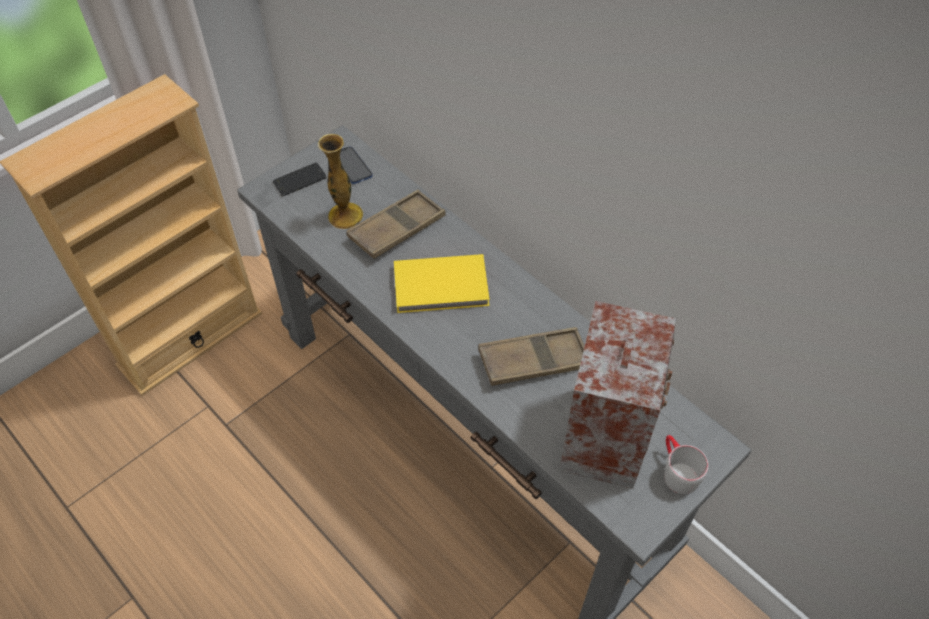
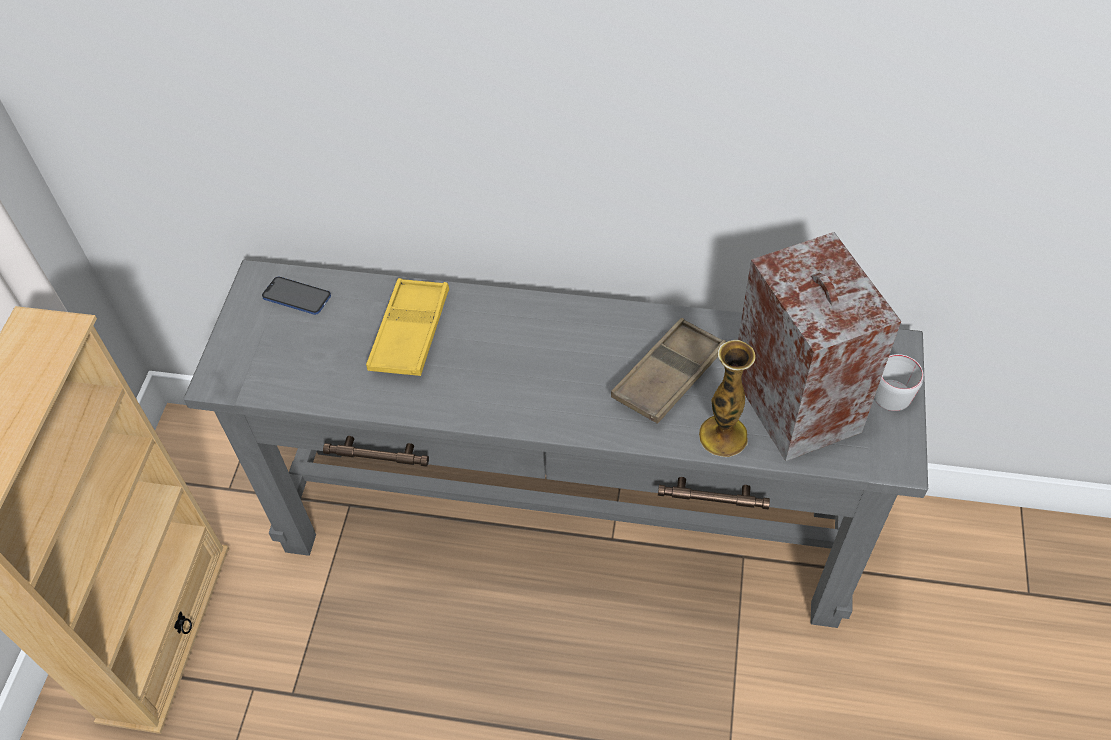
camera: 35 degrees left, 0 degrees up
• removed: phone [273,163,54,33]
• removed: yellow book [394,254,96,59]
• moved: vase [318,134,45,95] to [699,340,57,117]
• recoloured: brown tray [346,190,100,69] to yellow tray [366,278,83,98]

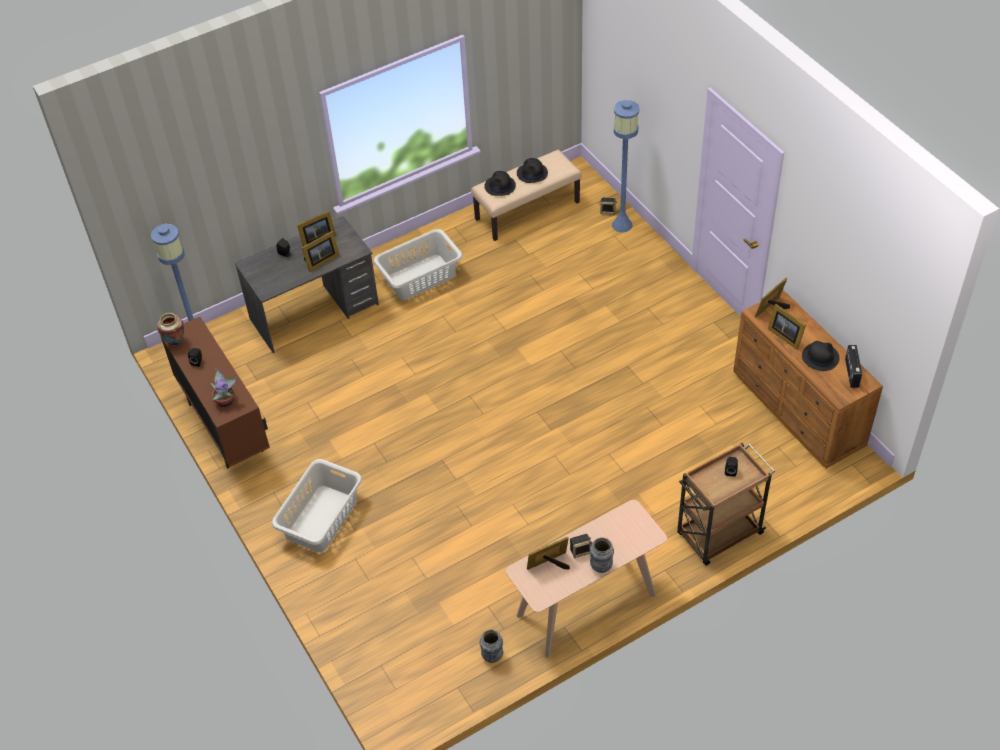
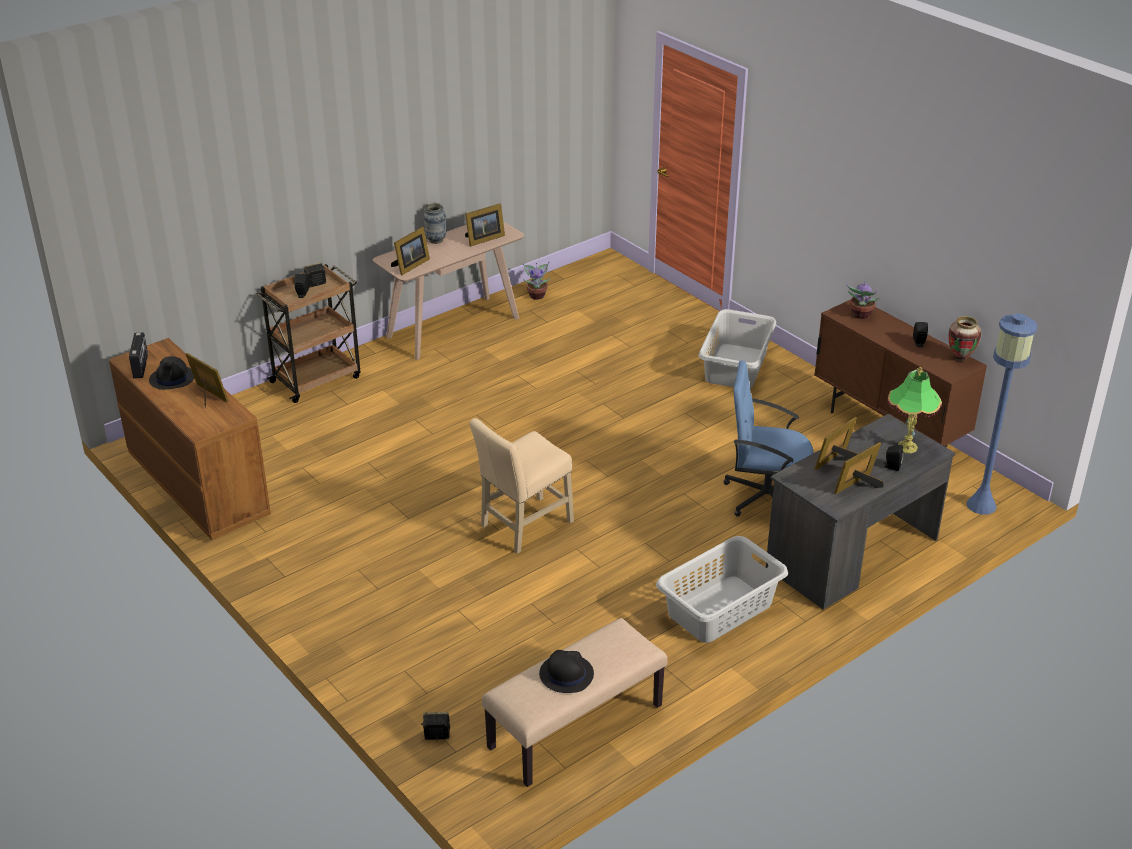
camera: 170 degrees right, 15 degrees down
• removed: black hat [484,171,32,25]
• removed: blue floor lamp [612,100,28,133]
• added: beige chair [469,418,105,136]
• added: blue office chair [723,361,90,156]
• added: table lamp [888,367,54,86]
• moved: speaker [570,534,22,24] to [303,262,23,25]
• moved: picture frame [755,278,35,40] to [391,227,39,48]
• replaced: vase [480,629,23,34] to potted plant [523,262,28,38]

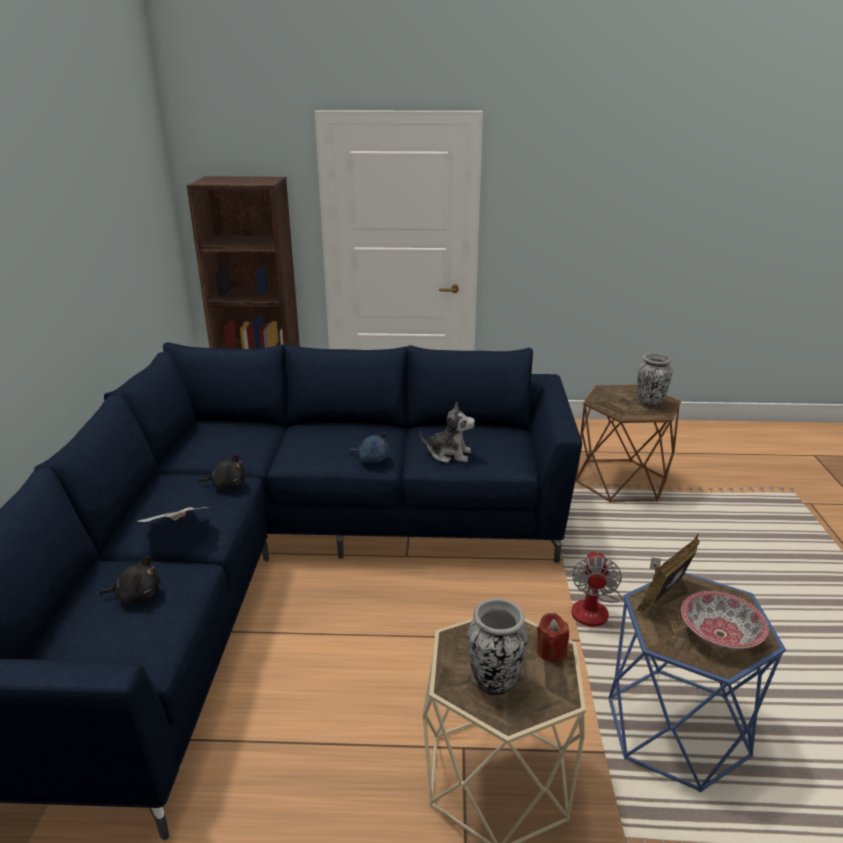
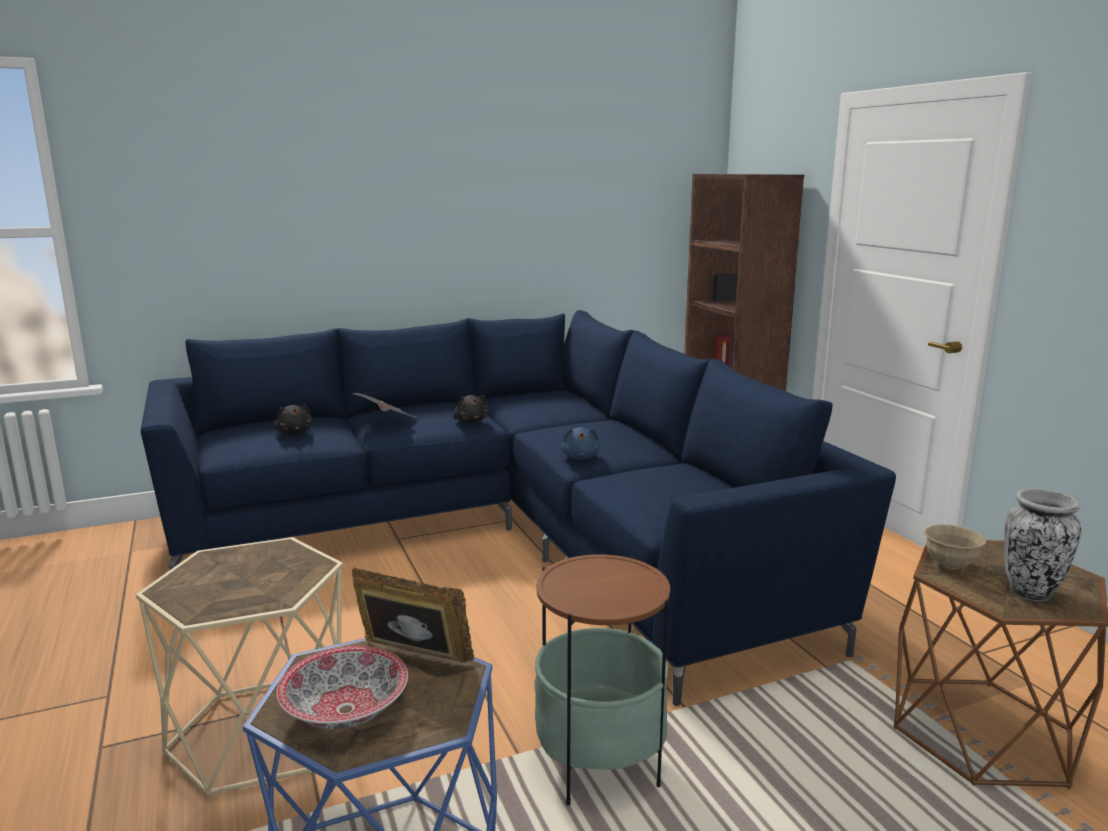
camera: 65 degrees right, 10 degrees down
• removed: plush toy [420,402,55,61]
• removed: vase [467,598,61,97]
• removed: red candle [537,613,32,49]
• added: beige bowl [924,524,62,45]
• replaced: fan [571,551,90,75] to side table [535,554,135,251]

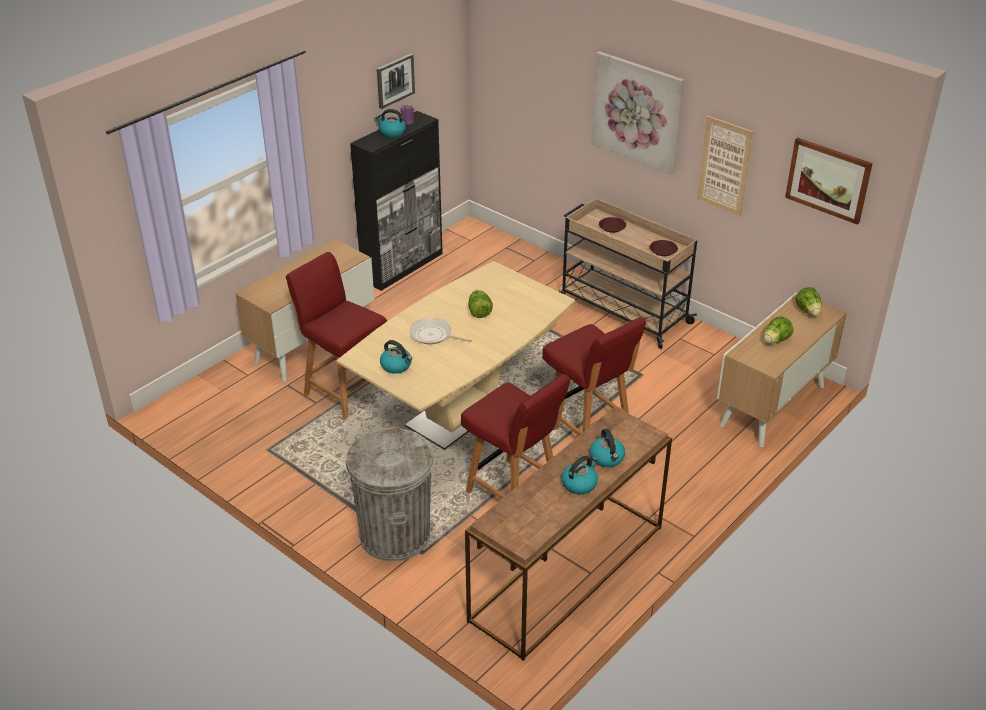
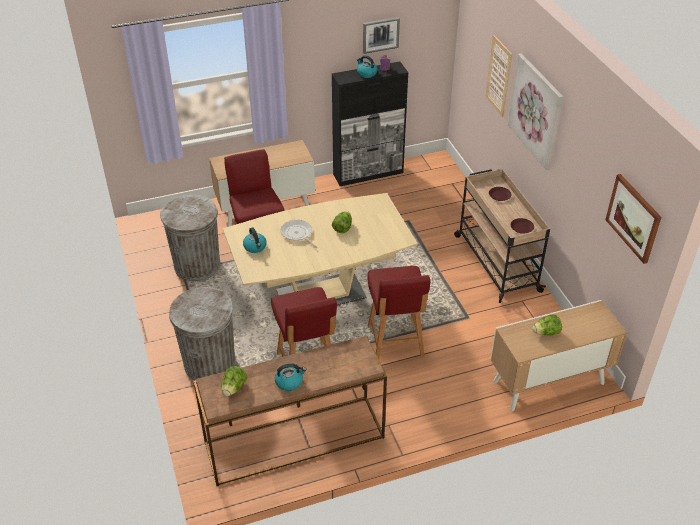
camera: 30 degrees right, 5 degrees up
• removed: kettle [590,429,35,38]
• added: grey trash can [160,195,60,86]
• moved: picture [697,116,57,100] to [485,35,27,82]
• moved: lettuce [796,287,26,29] to [222,366,25,30]

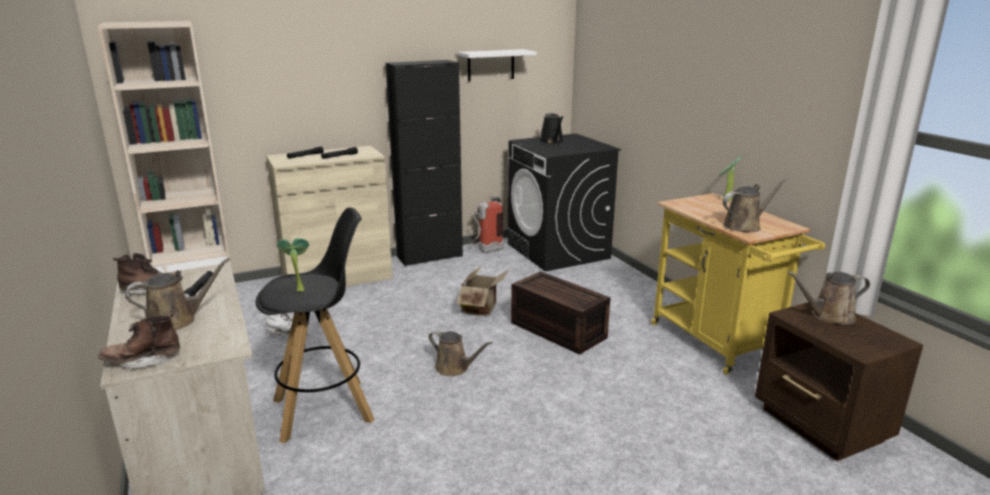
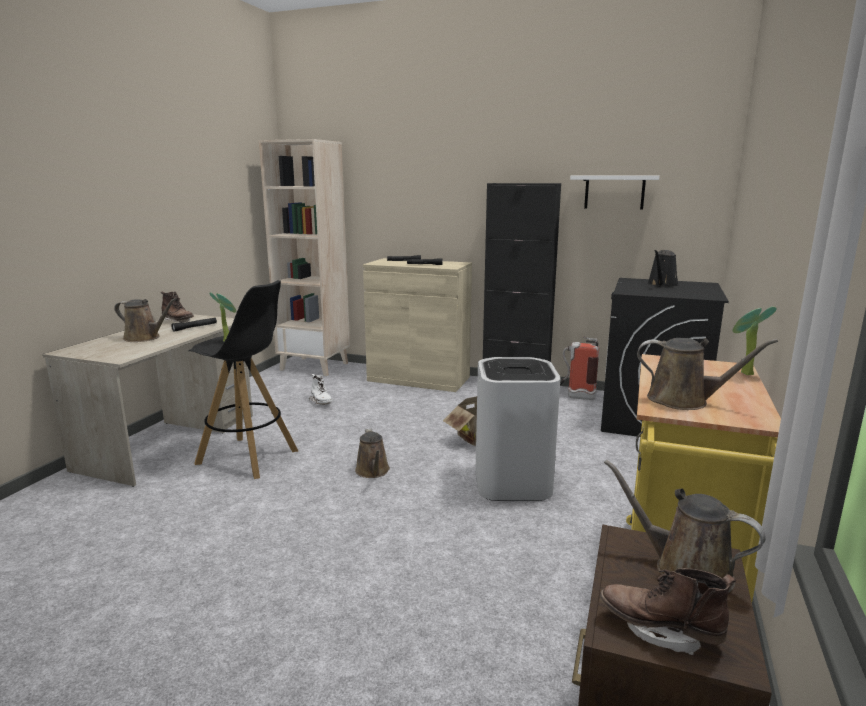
camera: 45 degrees right, 5 degrees down
• moved: brown boot [98,312,82,57] to [600,568,136,87]
• replaced: brown storage box [511,271,99,84] to white trash can [475,357,86,144]

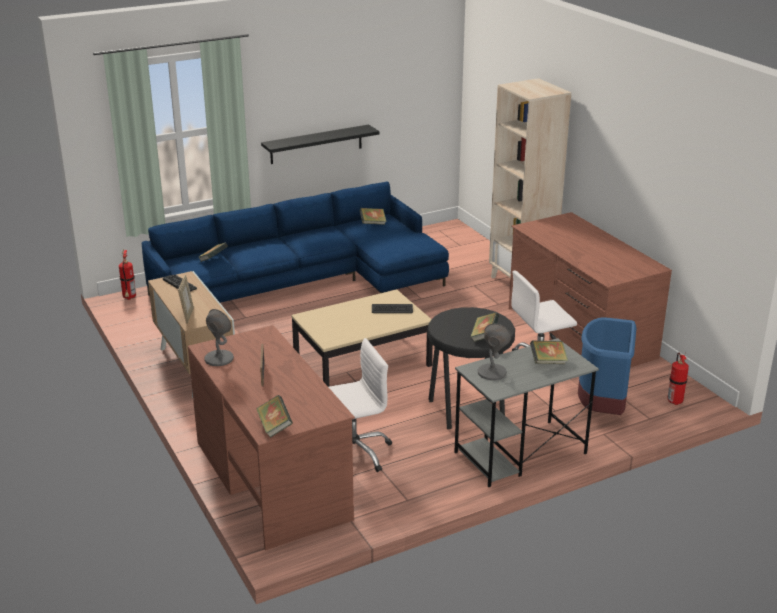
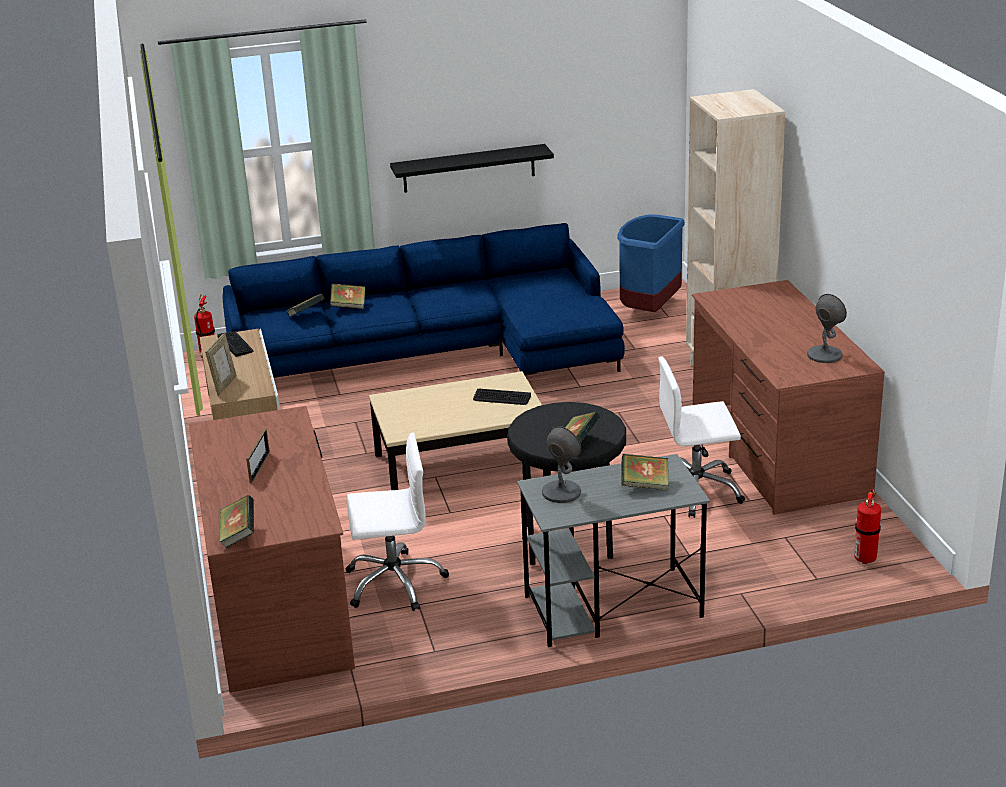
camera: 15 degrees right, 0 degrees up
• moved: grey table lamp [204,309,30,57] to [807,294,40,69]
• moved: book [359,208,28,17] to [330,283,35,26]
• moved: blue trash can [578,317,58,98] to [617,214,68,98]

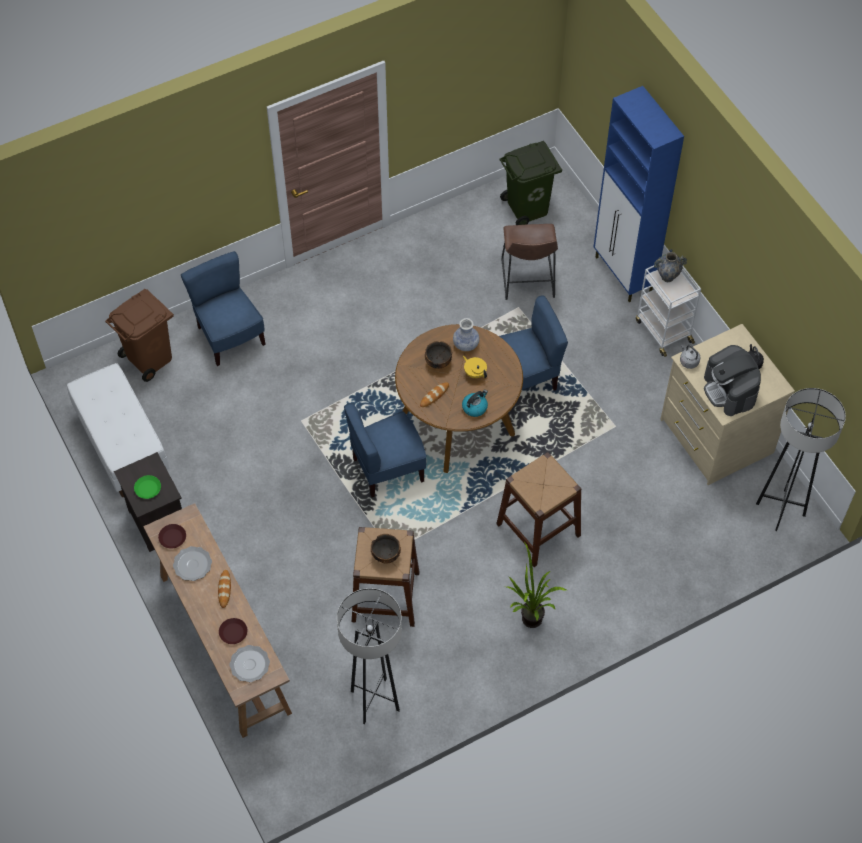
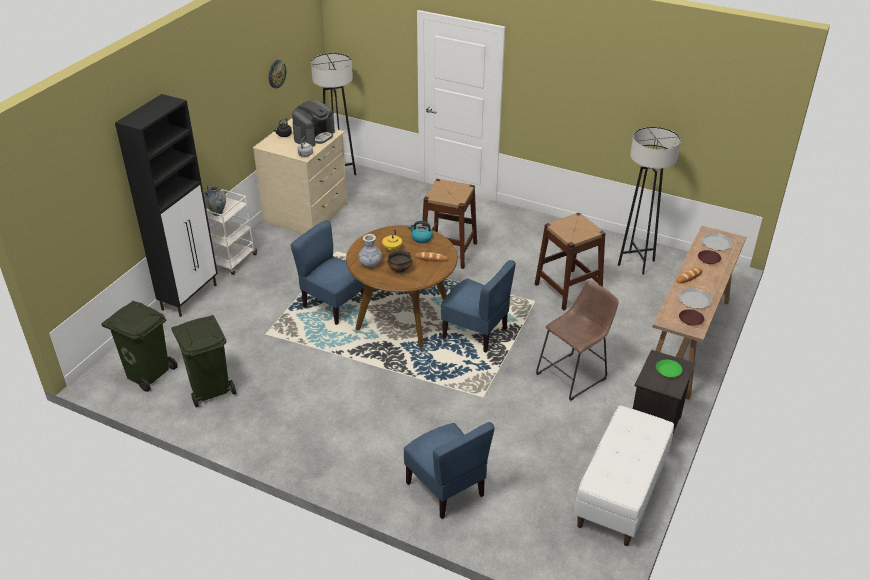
camera: 125 degrees left, 20 degrees down
• removed: brown trash can [105,289,69,93]
• removed: bowl [371,534,30,30]
• removed: potted plant [507,542,59,86]
• added: green trash can [171,315,65,92]
• added: wall clock [269,60,17,28]
• moved: brown stool [502,224,56,76] to [536,280,83,121]
• recoloured: blue cabinet [594,86,90,216] to black cabinet [115,94,103,223]
• turned: blue chair [181,251,85,115] = [404,422,91,97] 60 degrees counterclockwise

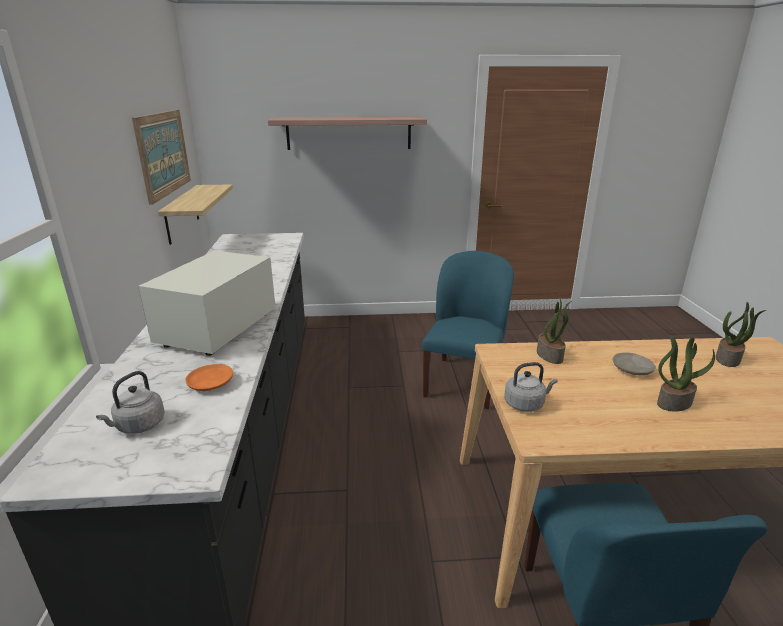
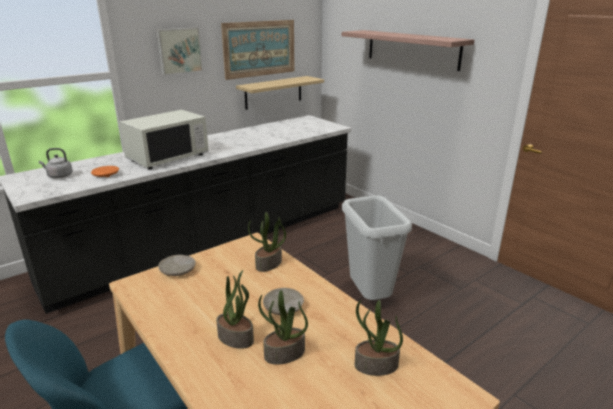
camera: 55 degrees right, 0 degrees up
• added: picture [156,28,47,47]
• added: potted plant [258,290,50,75]
• replaced: blue chair [422,251,92,158] to grey trash can [342,196,70,104]
• replaced: grey kettle [504,362,54,50] to beige plate [158,255,38,21]
• turned: white microwave [138,251,138,105] = [119,110,90,59] 150 degrees clockwise

